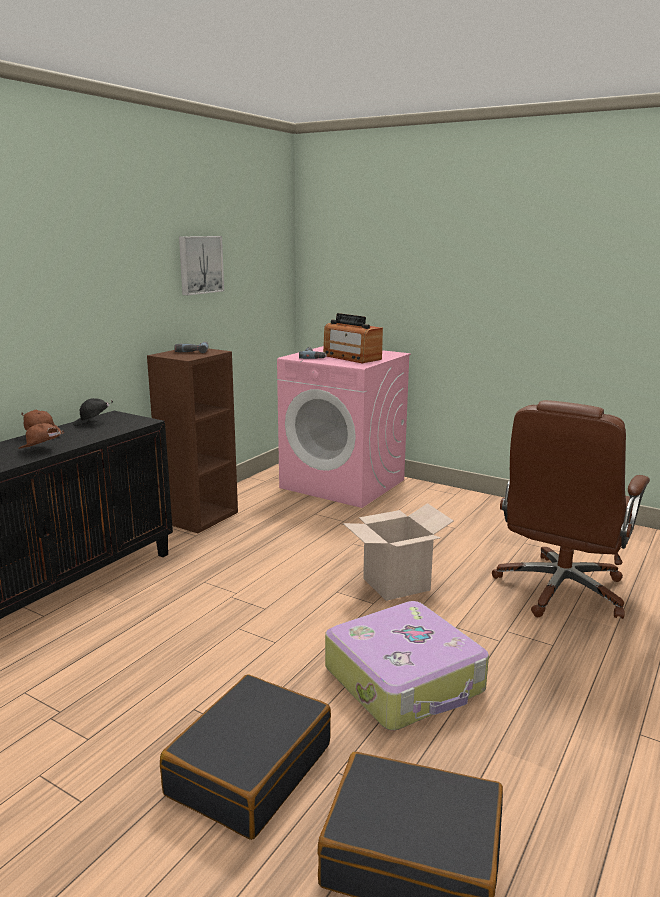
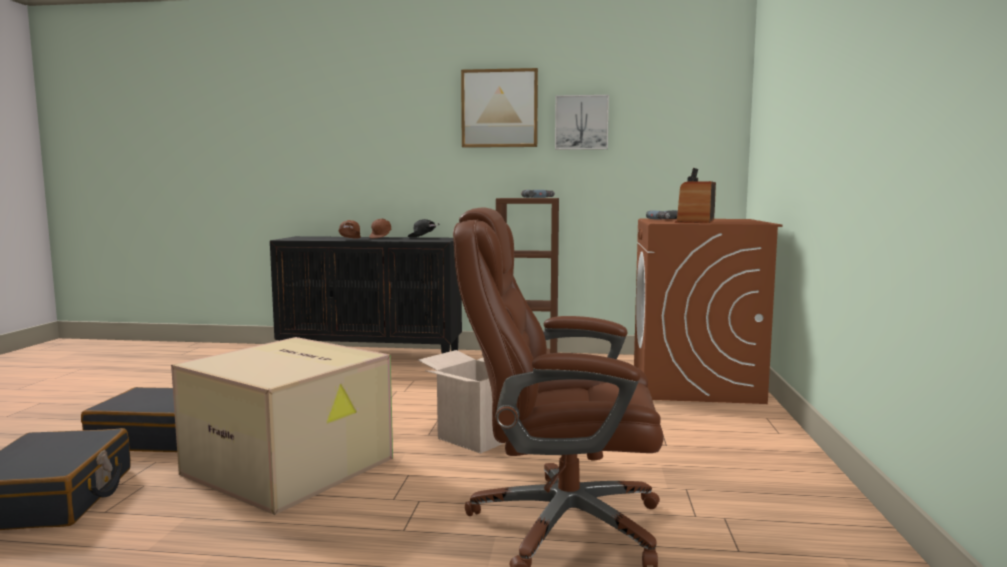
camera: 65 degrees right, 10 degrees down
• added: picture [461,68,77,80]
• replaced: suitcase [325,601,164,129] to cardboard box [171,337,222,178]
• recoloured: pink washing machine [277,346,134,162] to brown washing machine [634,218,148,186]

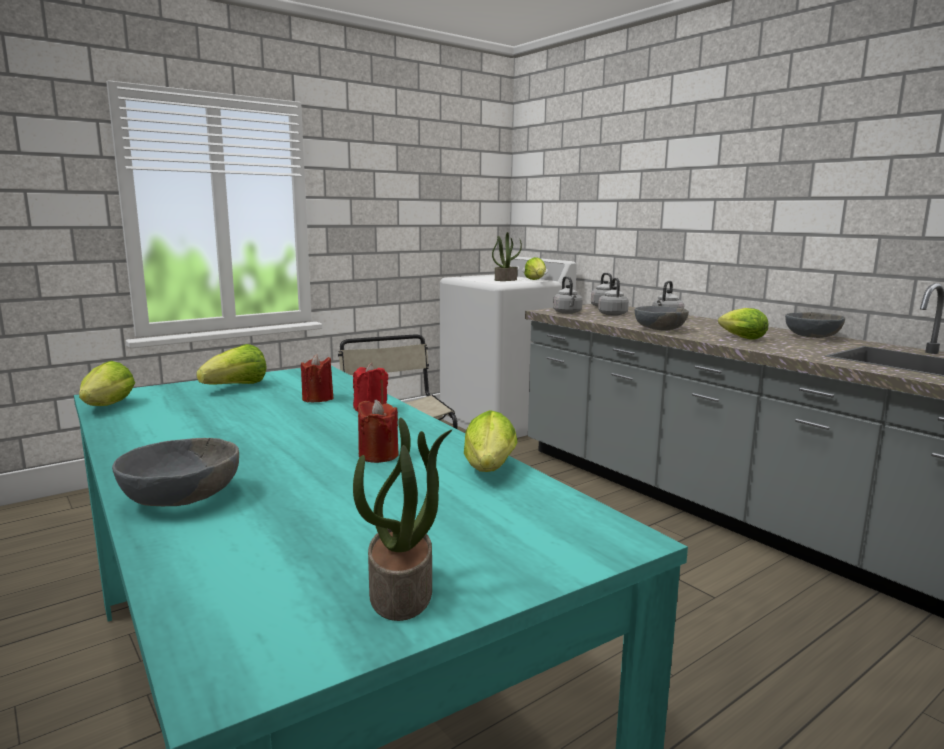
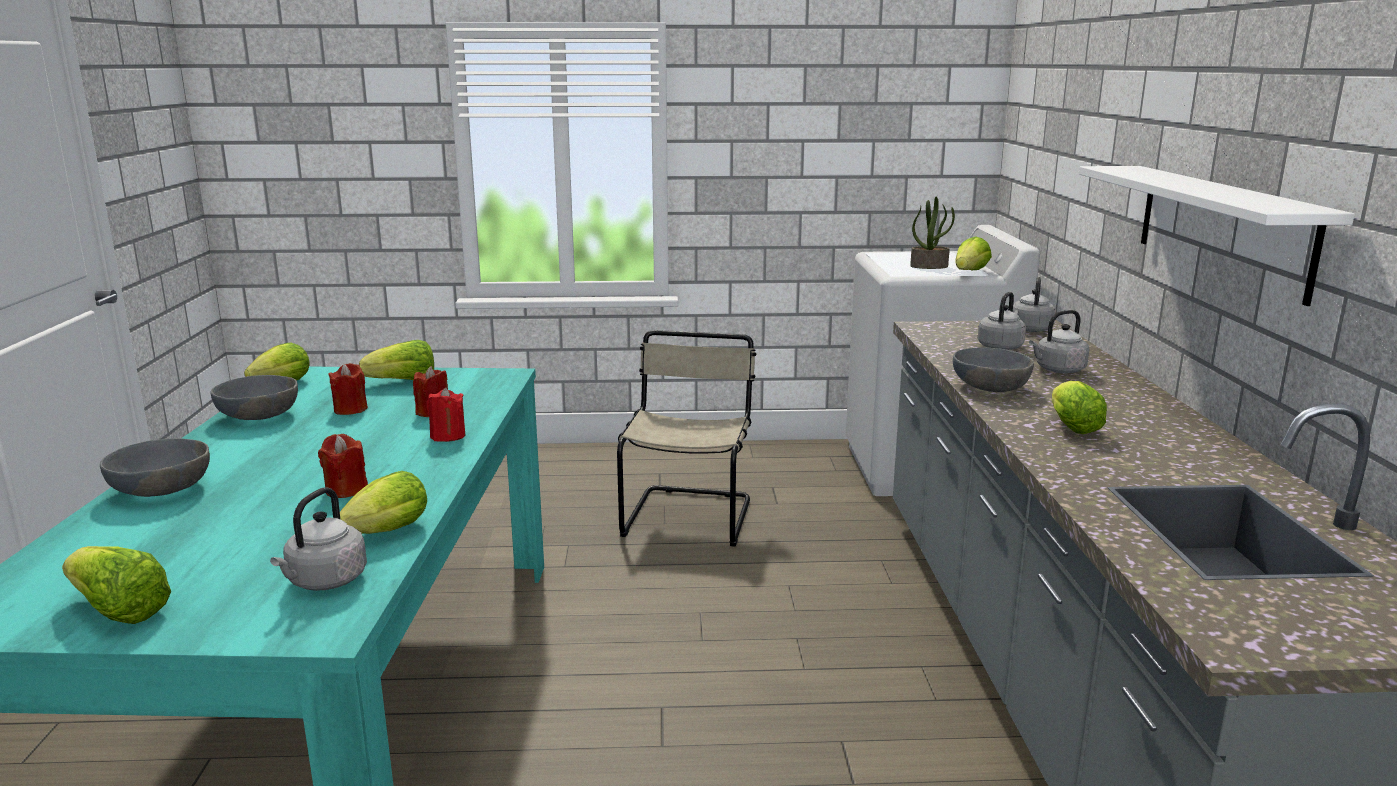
camera: 35 degrees right, 5 degrees up
• added: red candle [329,363,39,52]
• added: white shelf [1079,166,276,140]
• moved: grey kettle [553,276,30,38] to [270,487,97,104]
• moved: grey bowl [785,312,60,26] to [211,375,87,45]
• replaced: potted plant [353,418,99,203] to lettuce [62,546,109,78]

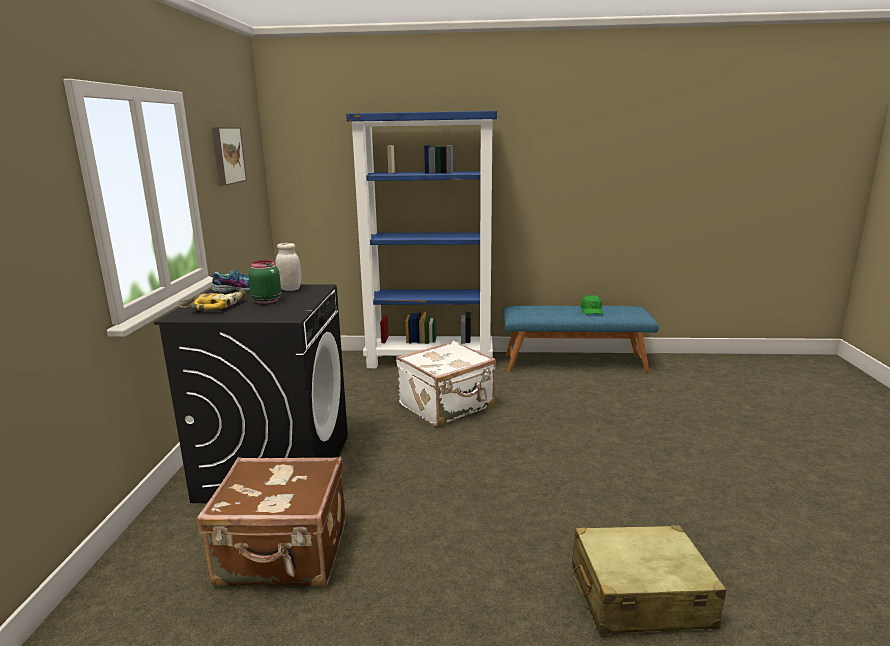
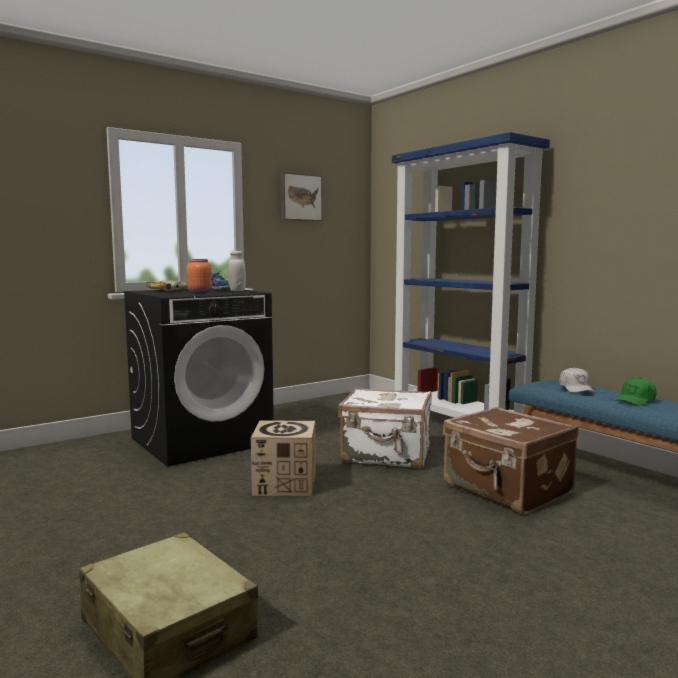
camera: 50 degrees right, 10 degrees down
• added: cardboard box [251,421,65,75]
• added: white cap [559,367,36,26]
• moved: brown suitcase [197,456,149,130] to [443,407,136,108]
• recoloured: green jar [248,260,33,44] to orange jar [186,259,26,34]

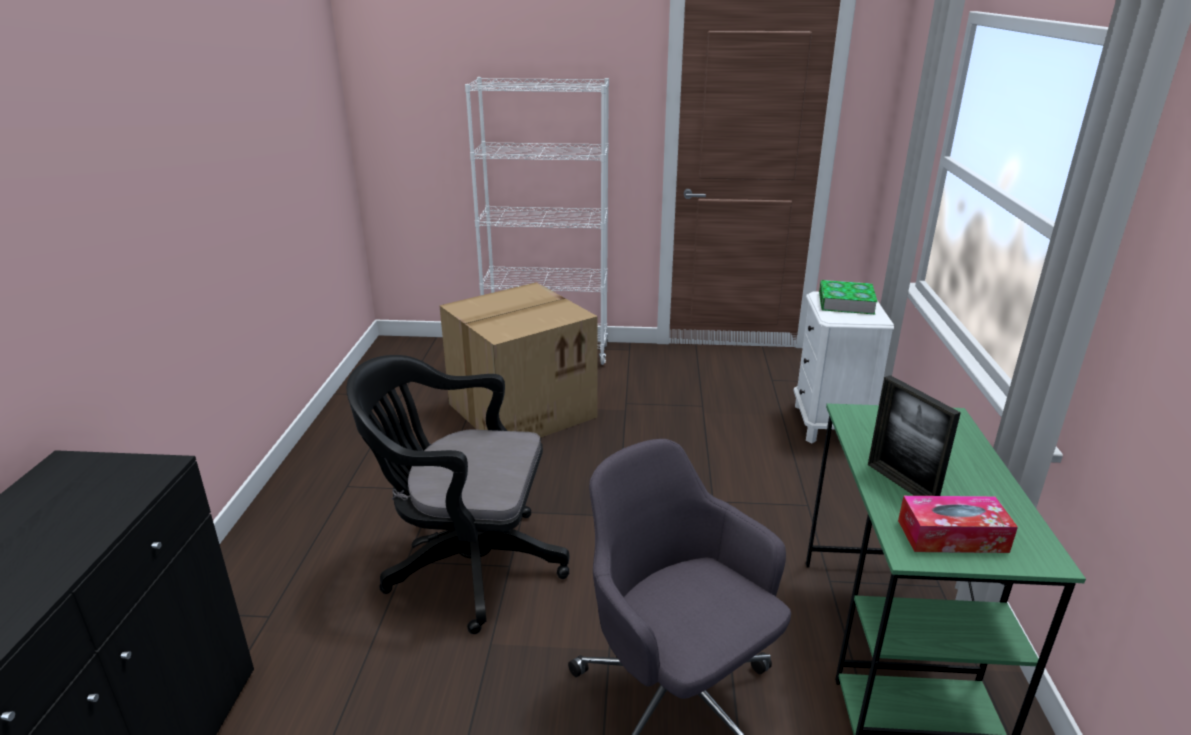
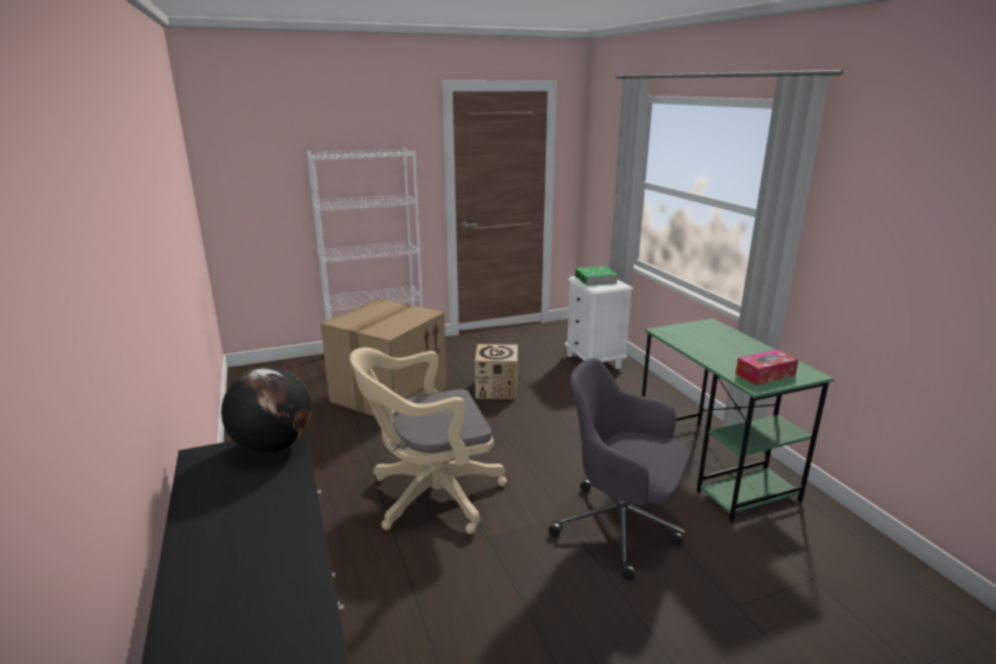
camera: 25 degrees left, 5 degrees down
• removed: picture frame [868,375,93,121]
• added: globe [221,367,91,86]
• added: cardboard box [475,344,43,55]
• recoloured: black office chair [347,355,223,279] to beige office chair [350,347,157,187]

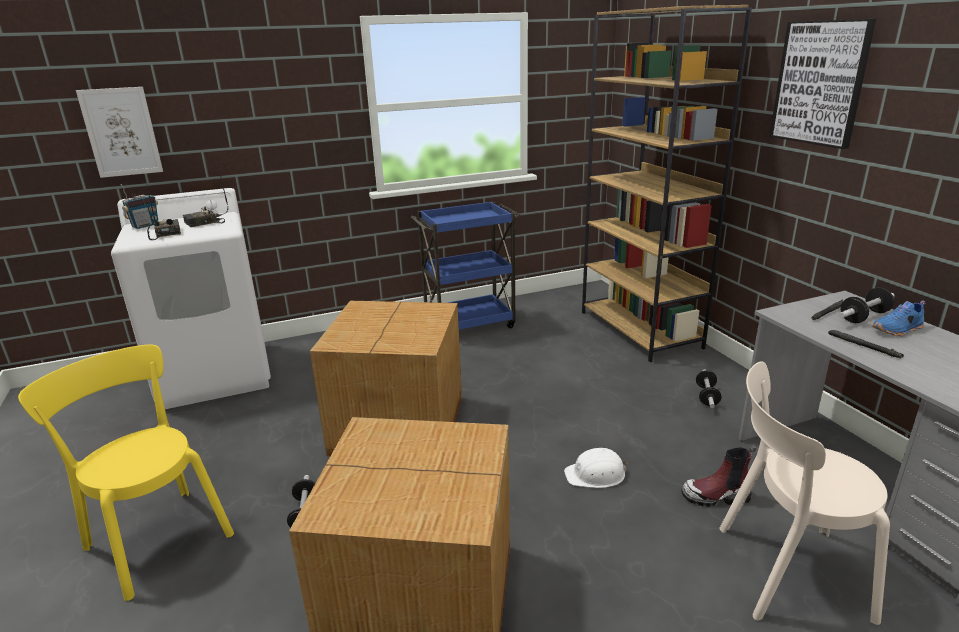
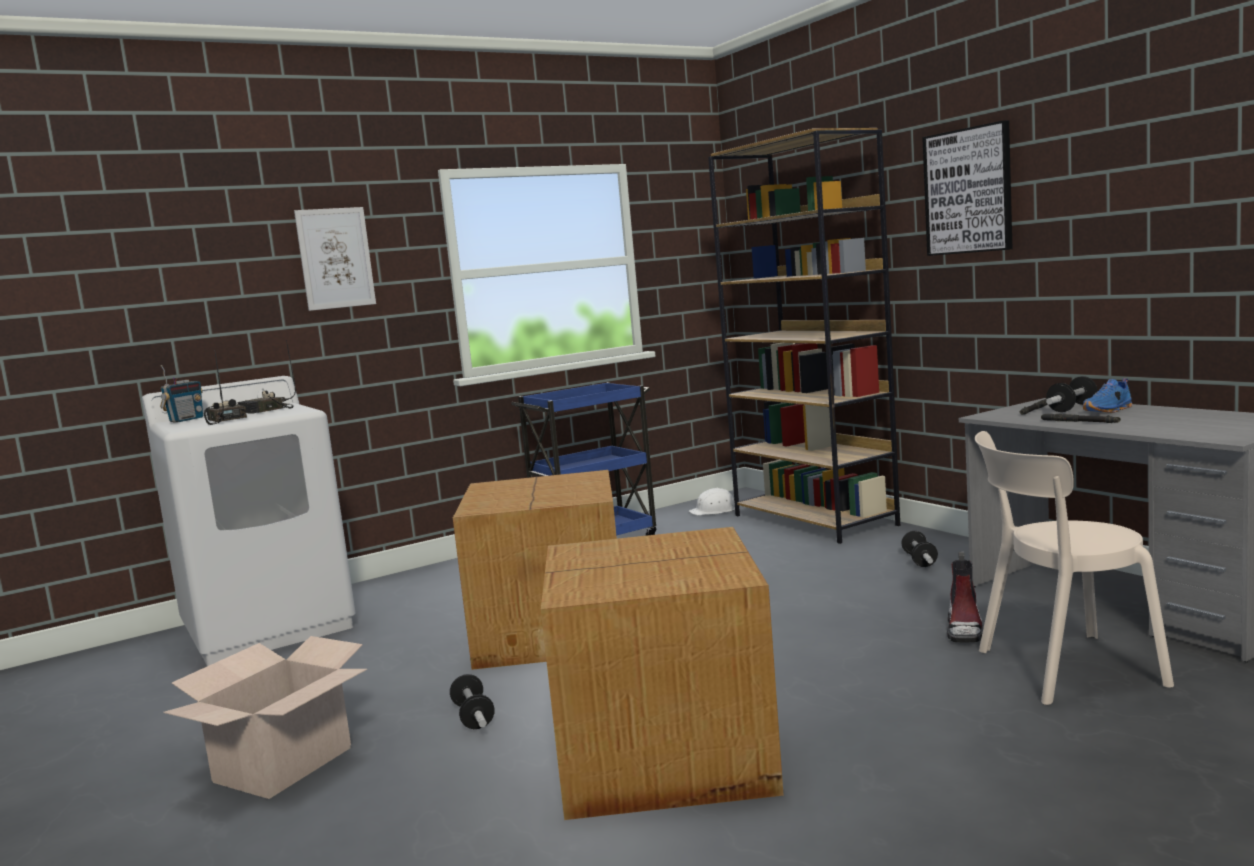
camera: 10 degrees left, 15 degrees down
• moved: picture [76,87,87,91] to [294,207,82,104]
• moved: white hard hat [564,448,63,40] to [689,488,46,27]
• replaced: yellow chair [18,344,216,257] to cardboard box [163,636,204,163]
• turned: boot [681,445,75,62] = [947,552,36,91] 60 degrees counterclockwise

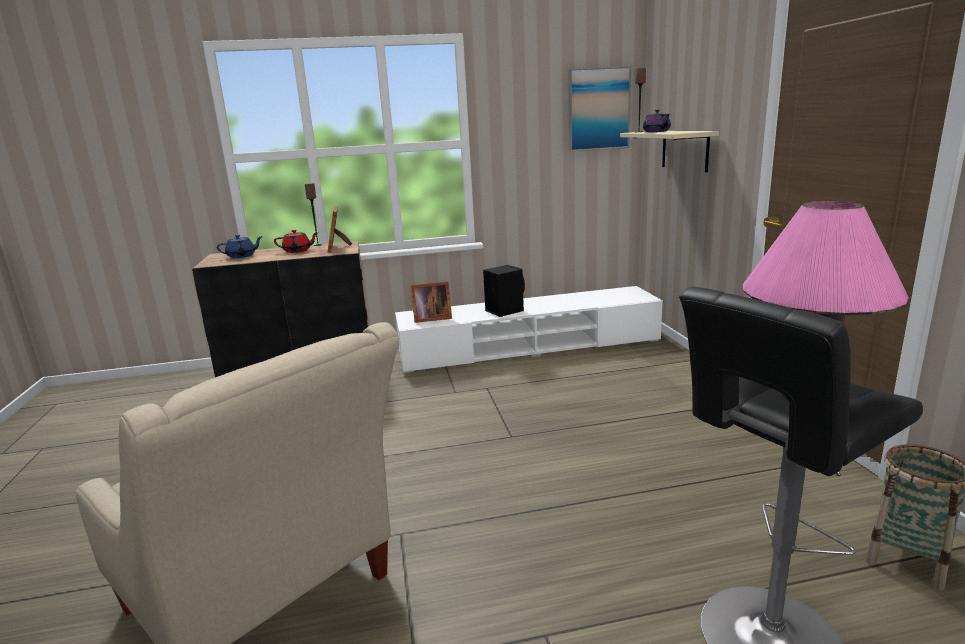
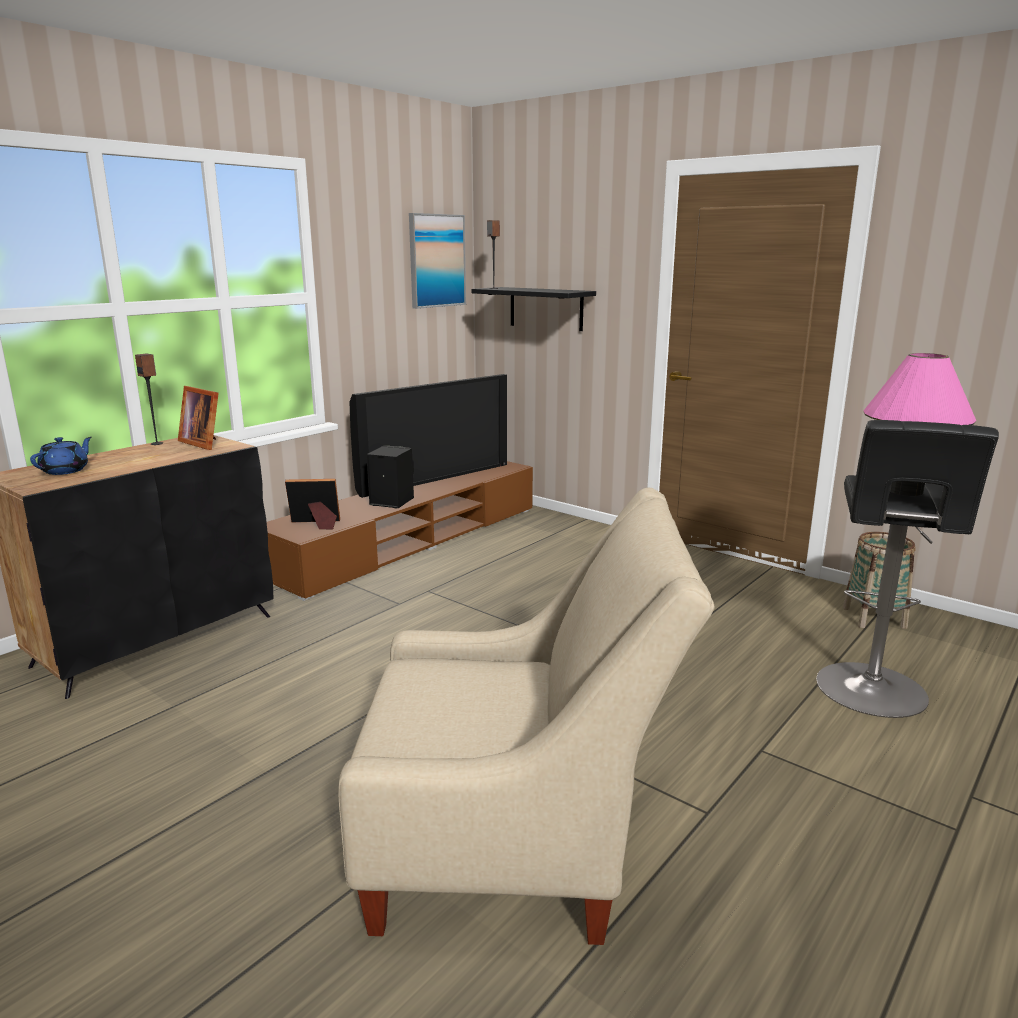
camera: 40 degrees left, 0 degrees up
• removed: red teapot [274,230,45,23]
• removed: purple teapot [643,110,28,22]
• added: television [349,374,158,124]
• recoloured: white tv stand [395,286,268,87] to brown tv stand [267,461,266,140]
• recoloured: beige shelf [620,131,99,41] to black shelf [471,287,125,44]
• turned: picture frame [411,282,41,41] = [285,479,55,51] 135 degrees counterclockwise

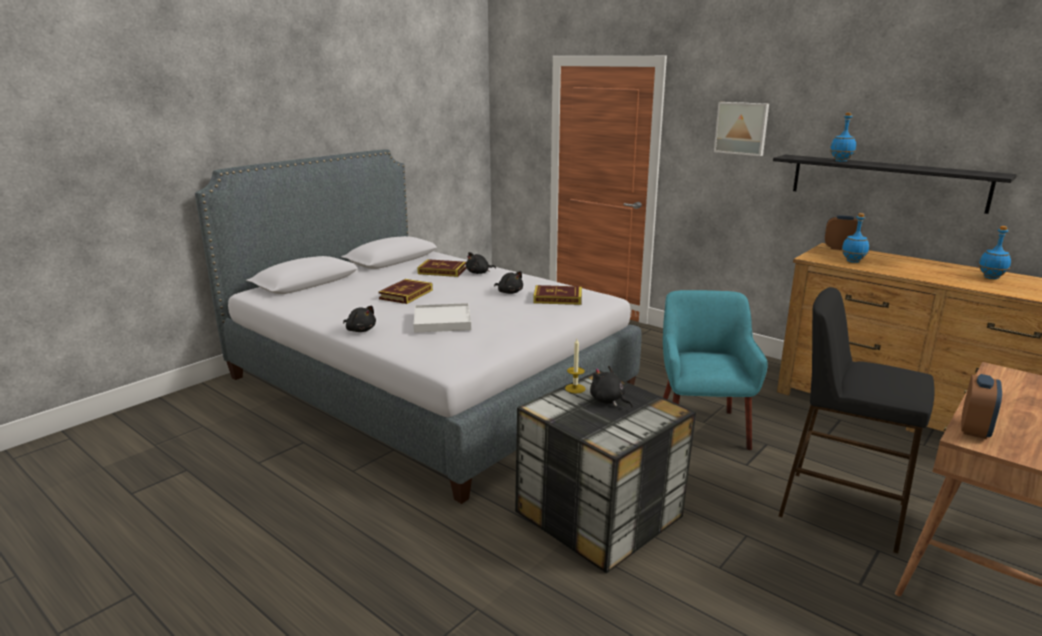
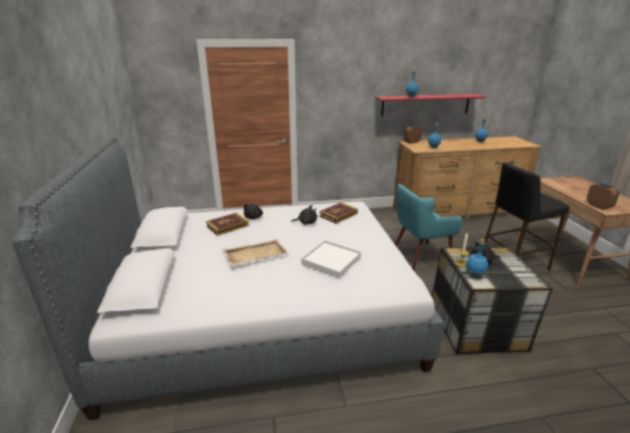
camera: 50 degrees left, 5 degrees up
• removed: black plush toy [343,306,33,26]
• removed: picture [714,102,55,54]
• added: blue bottle [465,239,23,39]
• replaced: book [379,279,54,25] to beige tray [222,239,66,28]
• recoloured: black shelf [773,155,244,59] to red shelf [376,94,110,22]
• turned: turquoise armchair [663,290,105,160] = [395,184,68,86] 60 degrees counterclockwise

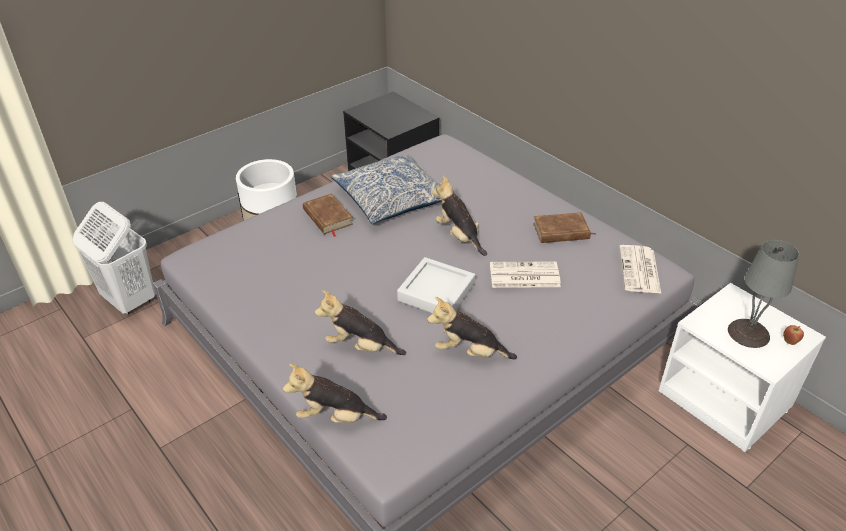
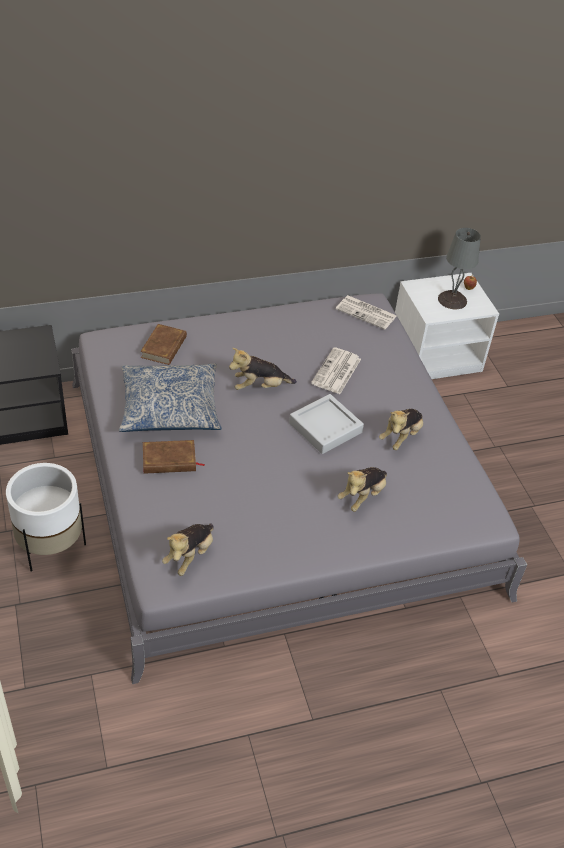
camera: 70 degrees left, 5 degrees up
• removed: white laundry basket [73,202,82,112]
• moved: plush toy [283,364,104,59] to [162,523,52,53]
• moved: brown book [533,212,63,31] to [140,324,47,41]

